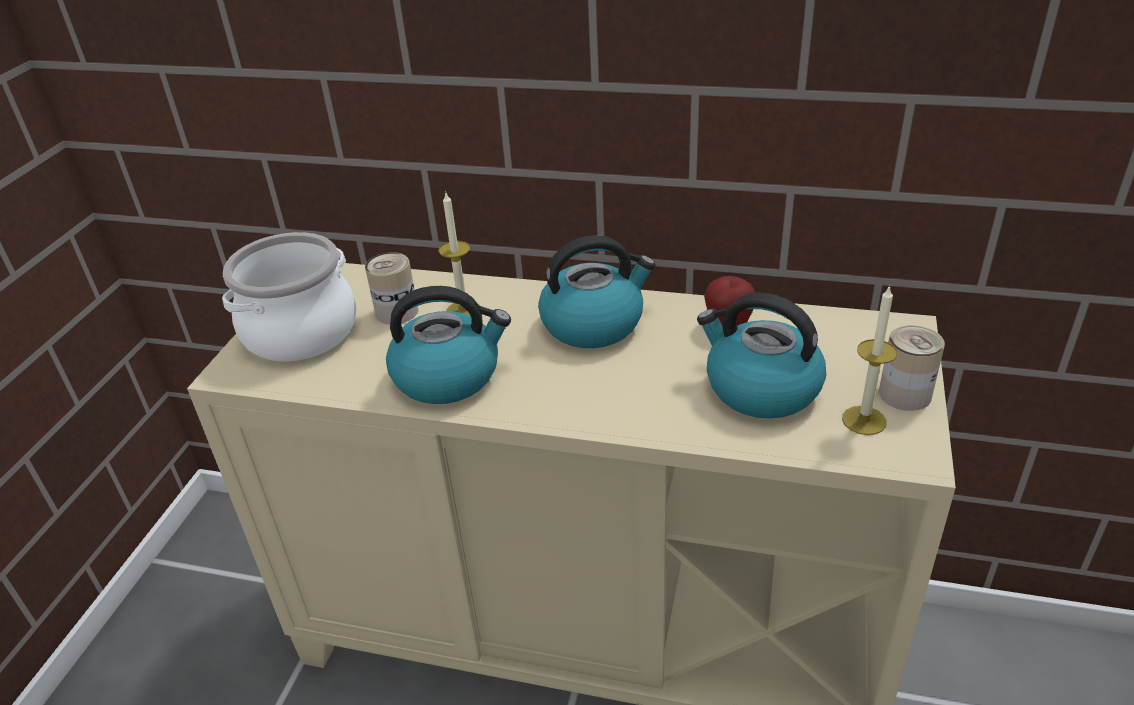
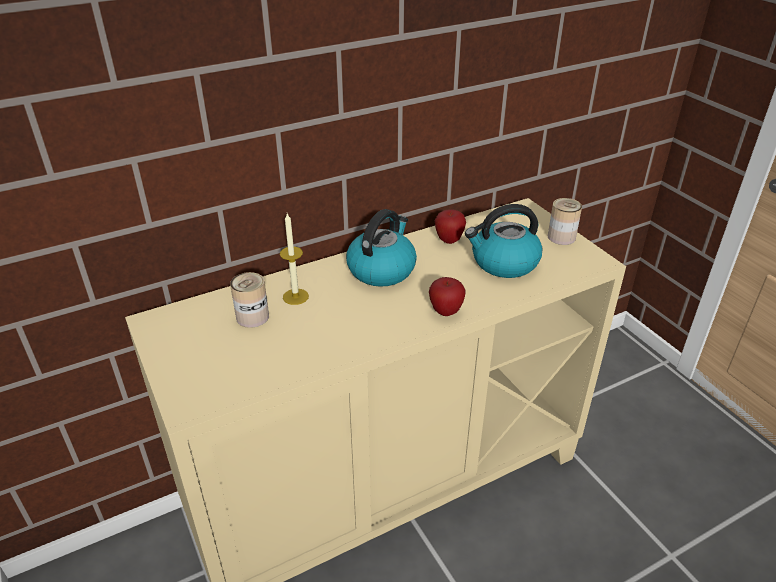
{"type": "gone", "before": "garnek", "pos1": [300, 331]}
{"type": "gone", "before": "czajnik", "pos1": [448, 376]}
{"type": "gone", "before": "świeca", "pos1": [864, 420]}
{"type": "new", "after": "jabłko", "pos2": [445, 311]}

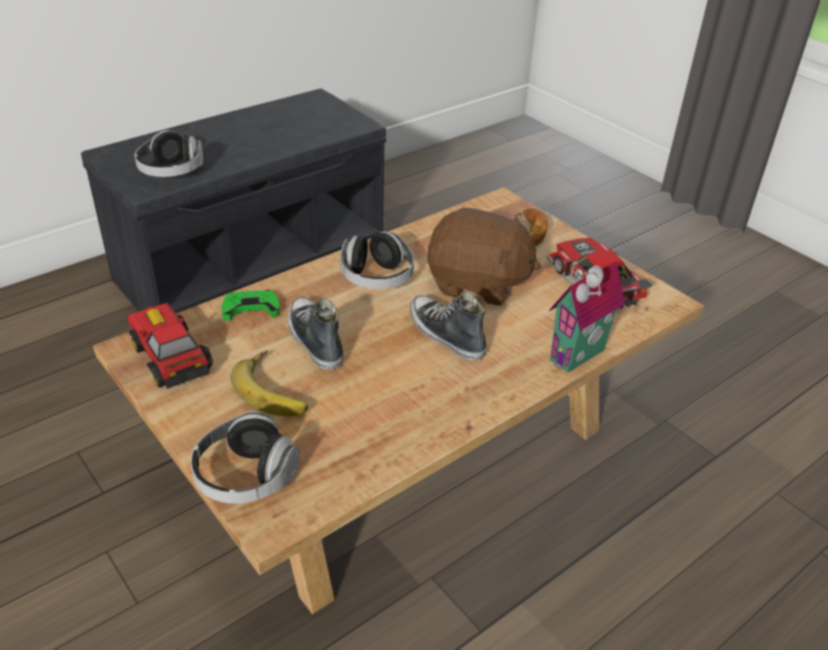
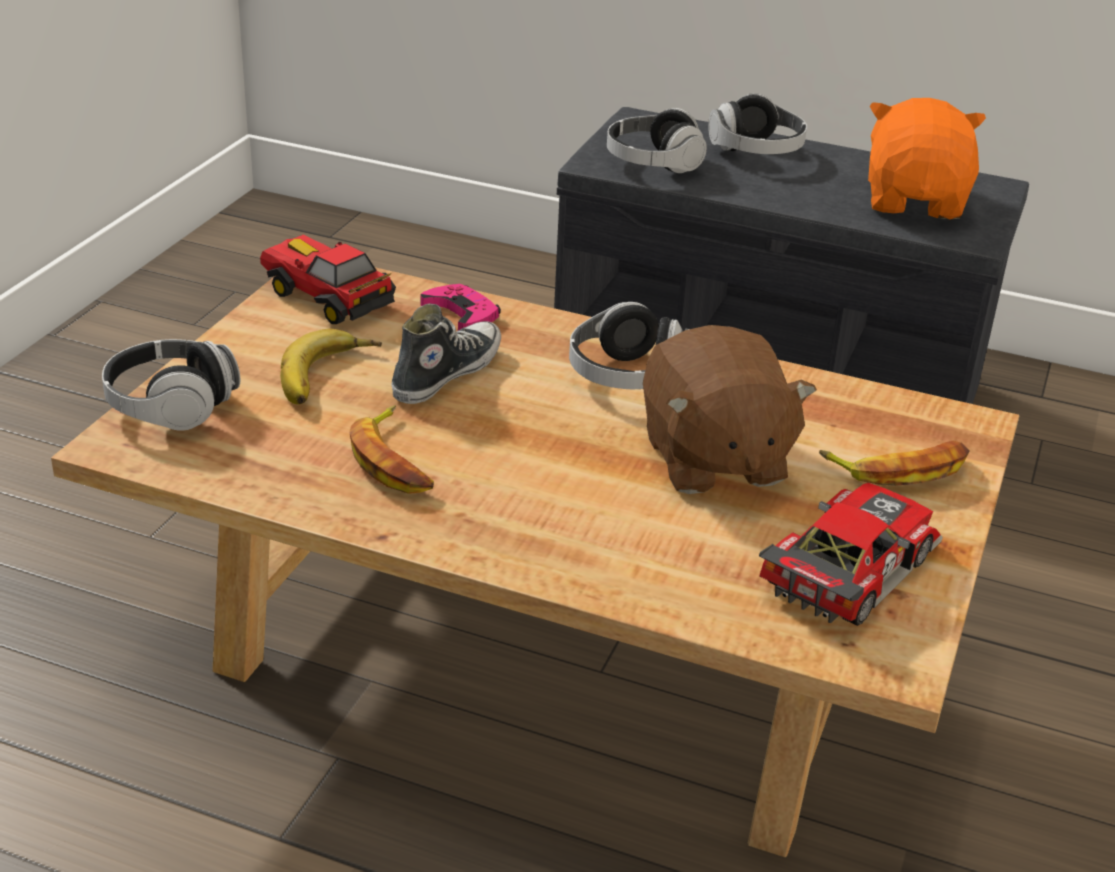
{"type": "rotated", "before": "samochodzik", "pos1": [169, 356], "pos2": [326, 296], "turn": -75}
{"type": "repainted", "before": "pad do gier [zielony]", "after": "pad do gier [różowy]", "pos1": [251, 309], "pos2": [462, 313]}
{"type": "gone", "before": "but", "pos1": [445, 335]}
{"type": "gone", "before": "domek", "pos1": [580, 357]}
{"type": "new", "after": "banan", "pos2": [394, 460]}
{"type": "new", "after": "słuchawki", "pos2": [756, 151]}
{"type": "new", "after": "pluszak [pomarańczowy]", "pos2": [916, 201]}

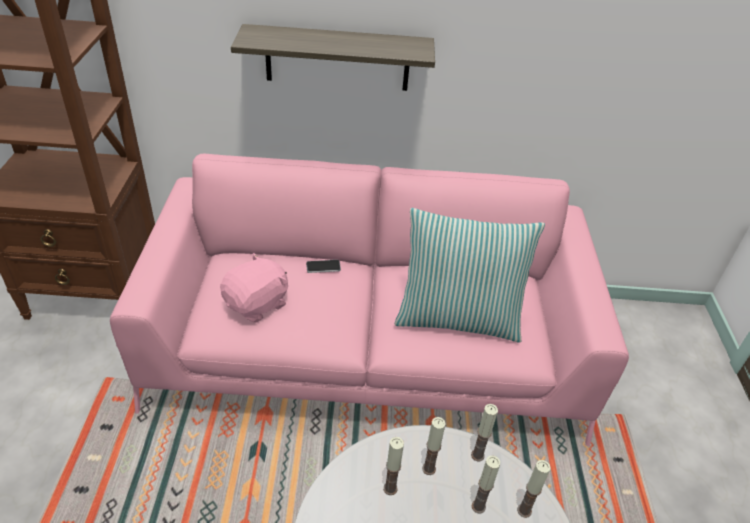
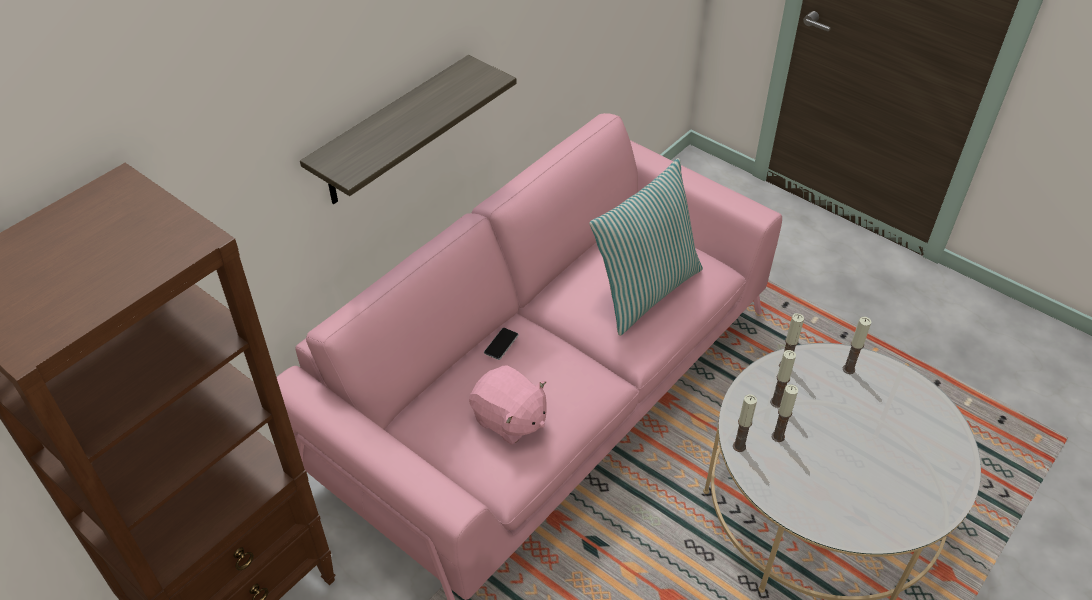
{"type": "rotated", "before": "pluszak [różowy]", "pos1": [257, 304], "pos2": [509, 420], "turn": 135}
{"type": "shifted", "before": "świeca", "pos1": [478, 506], "pos2": [739, 446]}

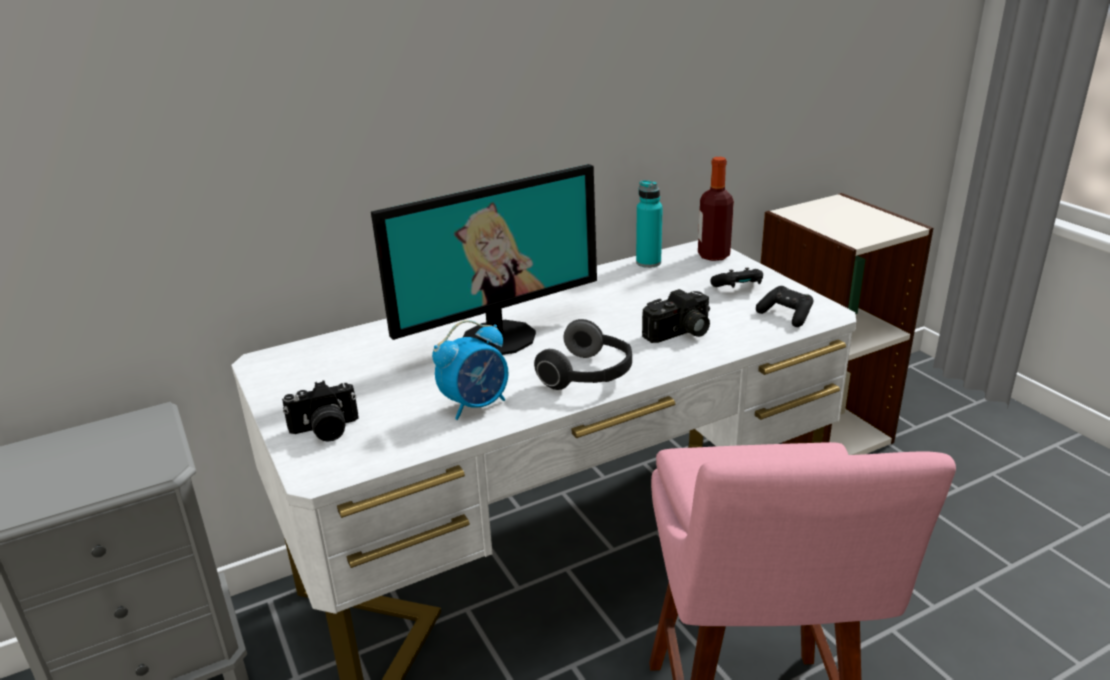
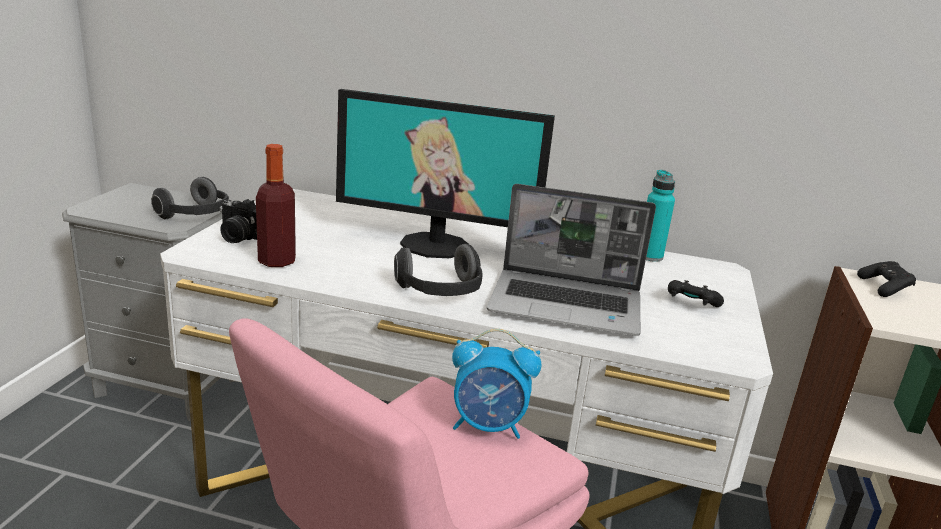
{"type": "shifted", "before": "budzik", "pos1": [476, 405], "pos2": [489, 426]}
{"type": "swapped", "before": "aparat fotograficzny", "after": "laptop", "pos1": [680, 333], "pos2": [568, 305]}
{"type": "shifted", "before": "butelka", "pos1": [713, 255], "pos2": [277, 261]}
{"type": "shifted", "before": "pad do gier [czarny]", "pos1": [786, 315], "pos2": [884, 288]}
{"type": "new", "after": "słuchawki", "pos2": [196, 215]}

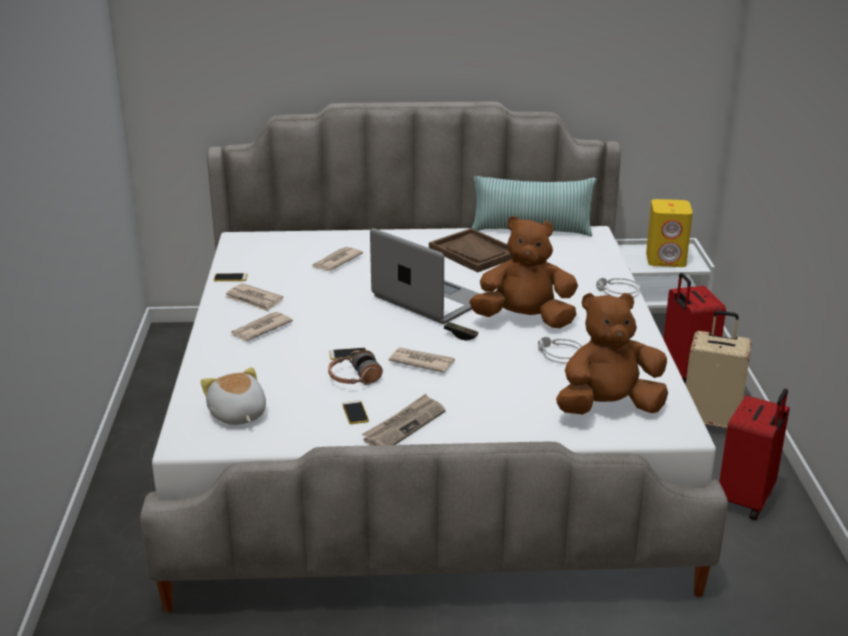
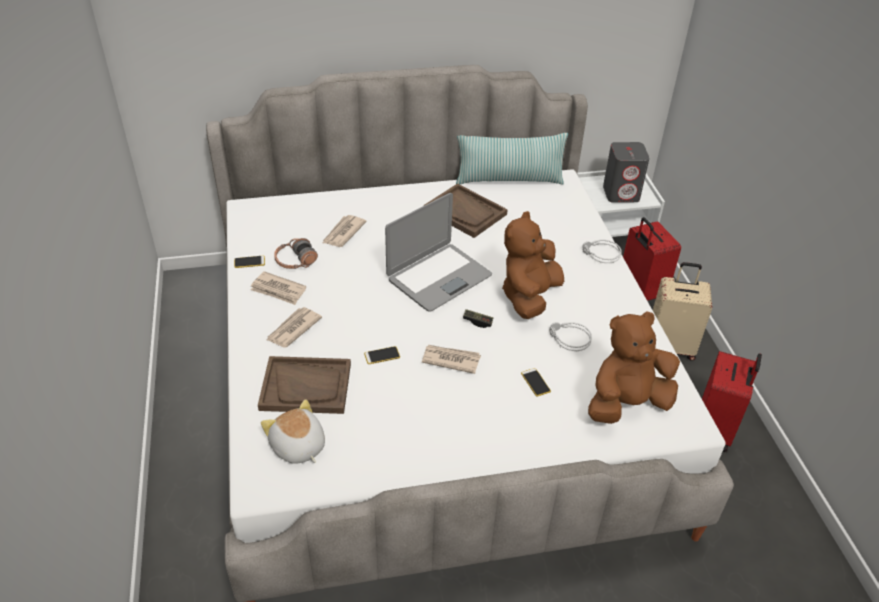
{"type": "shifted", "before": "słuchawki", "pos1": [354, 378], "pos2": [295, 261]}
{"type": "shifted", "before": "telefon", "pos1": [355, 413], "pos2": [535, 382]}
{"type": "gone", "before": "gazeta", "pos1": [404, 425]}
{"type": "rotated", "before": "laptop", "pos1": [428, 300], "pos2": [438, 277], "turn": 105}
{"type": "rotated", "before": "pluszak [brązowy]", "pos1": [524, 320], "pos2": [529, 296], "turn": -60}
{"type": "repainted", "before": "głośnik [żółty]", "after": "głośnik [szary]", "pos1": [666, 259], "pos2": [621, 193]}
{"type": "new", "after": "taca [brązowy]", "pos2": [306, 386]}

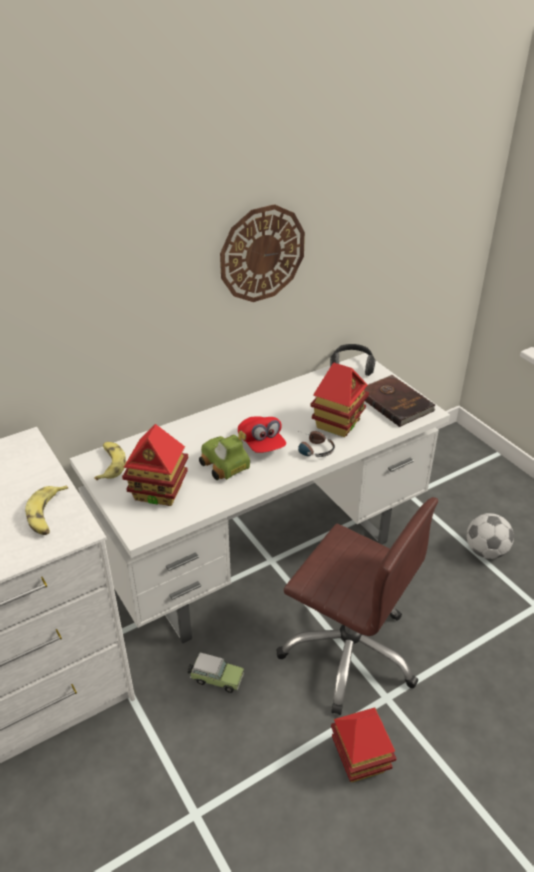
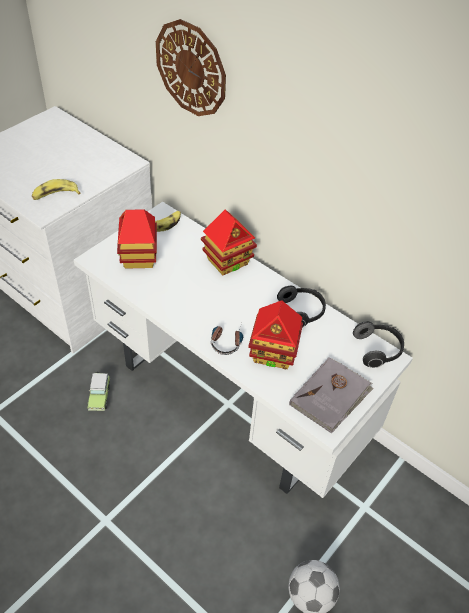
{"type": "gone", "before": "samochodzik", "pos1": [224, 466]}
{"type": "shifted", "before": "zegar ścienny", "pos1": [262, 254], "pos2": [191, 69]}
{"type": "gone", "before": "czapka z daszkiem [czerwony]", "pos1": [261, 444]}
{"type": "gone", "before": "krzesło biurowe [brązowy]", "pos1": [349, 651]}
{"type": "shifted", "before": "domek", "pos1": [360, 759], "pos2": [227, 261]}
{"type": "repainted", "before": "książka [brązowy]", "after": "książka [szary]", "pos1": [395, 402], "pos2": [331, 396]}
{"type": "new", "after": "słuchawki", "pos2": [301, 312]}

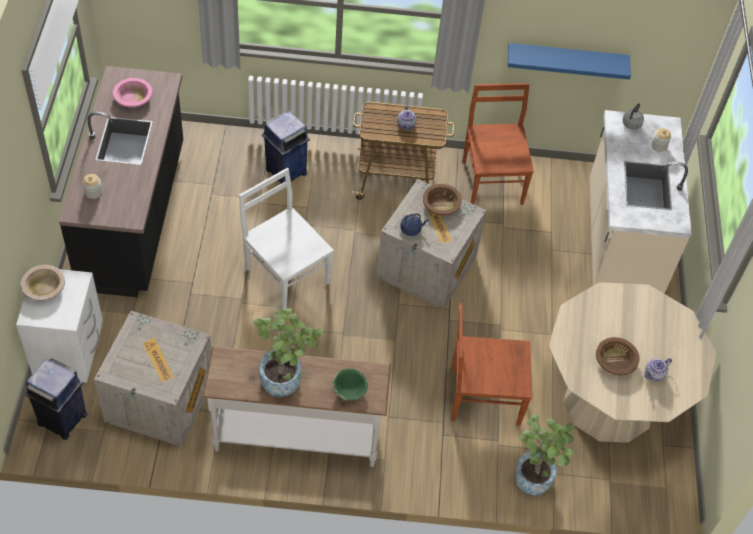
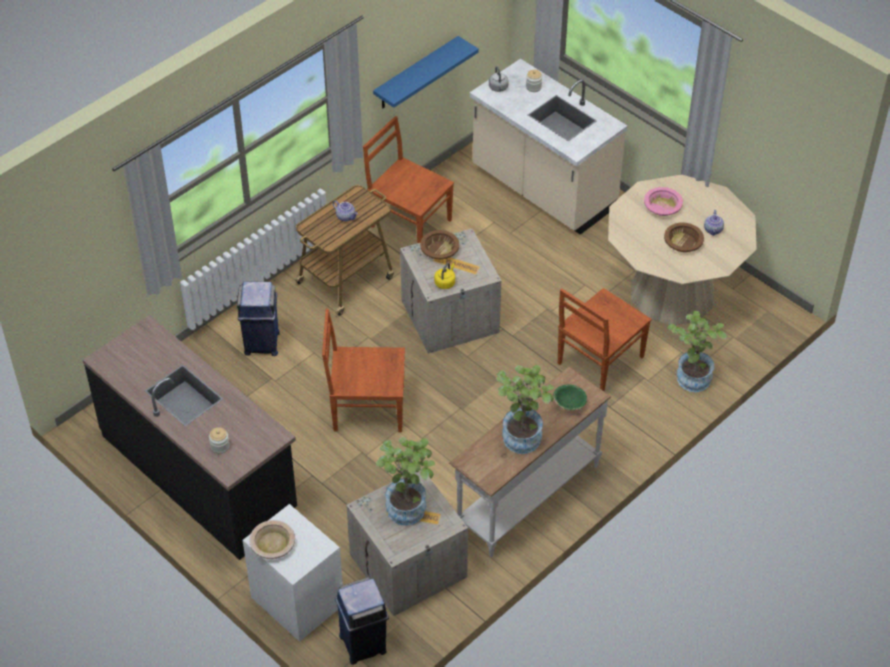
{"type": "shifted", "before": "miska [różowy]", "pos1": [133, 98], "pos2": [662, 206]}
{"type": "repainted", "before": "krzesło [biały]", "after": "krzesło [brązowy]", "pos1": [286, 274], "pos2": [366, 408]}
{"type": "repainted", "before": "czajnik [niebieski]", "after": "czajnik [żółty]", "pos1": [412, 229], "pos2": [445, 282]}
{"type": "new", "after": "roślina doniczkowa", "pos2": [407, 505]}

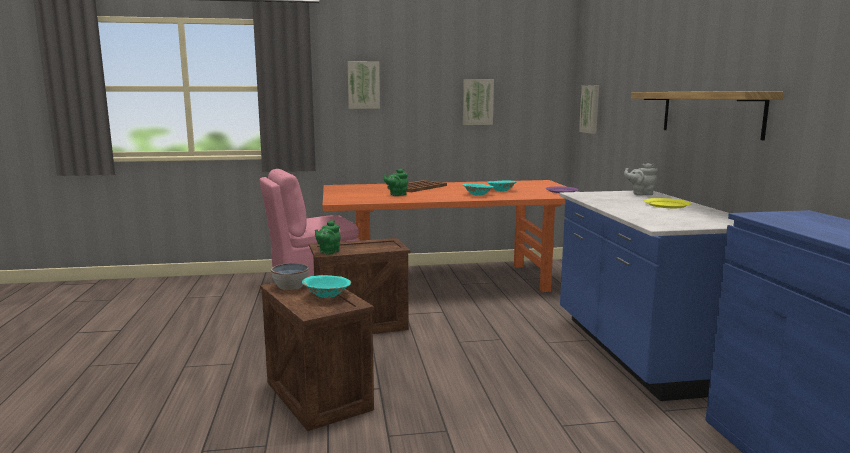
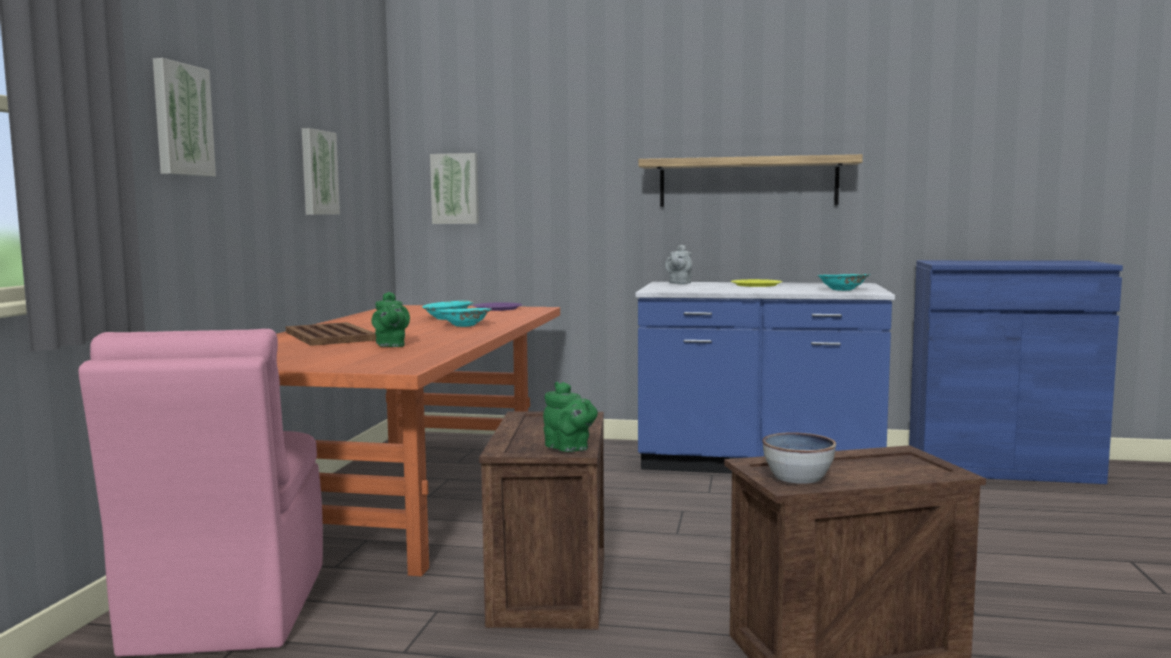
{"type": "shifted", "before": "miska [turkusowy]", "pos1": [327, 295], "pos2": [843, 290]}

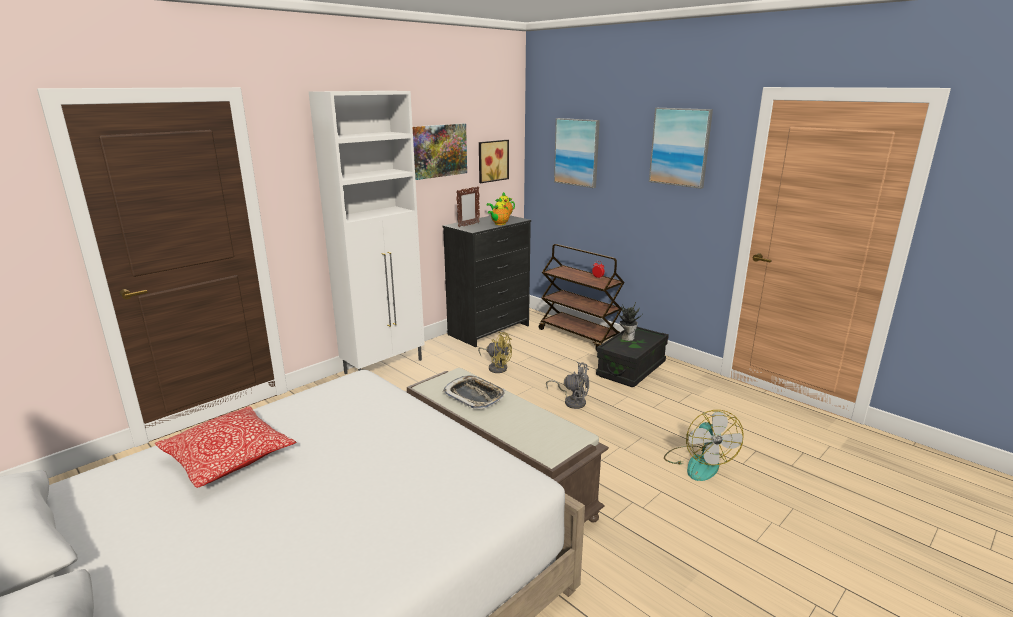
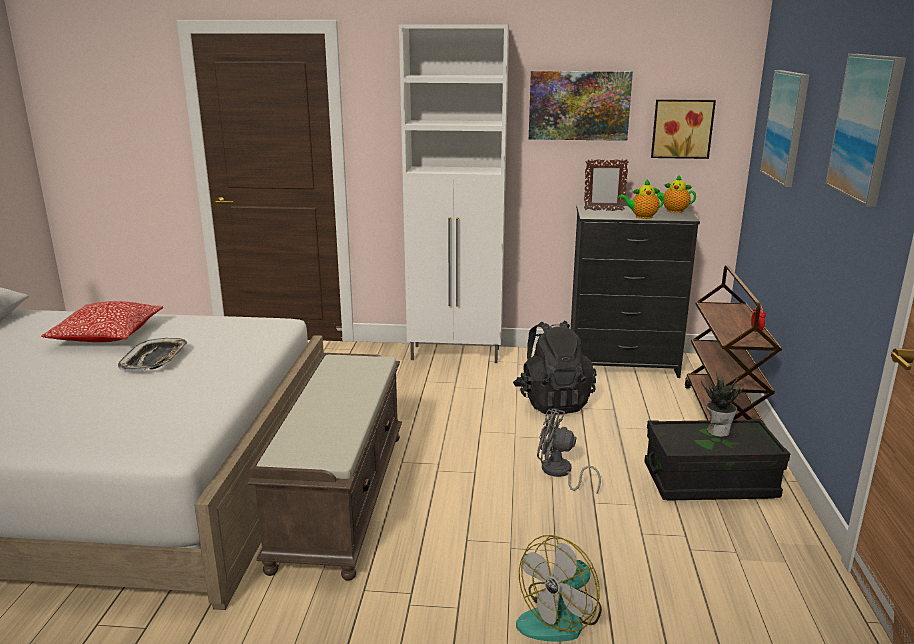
{"type": "shifted", "before": "taca", "pos1": [474, 396], "pos2": [155, 360]}
{"type": "swapped", "before": "wentylator [żółty]", "after": "plecak [czarny]", "pos1": [496, 367], "pos2": [552, 402]}
{"type": "rotated", "before": "wentylator [szary]", "pos1": [572, 401], "pos2": [559, 473], "turn": 135}

